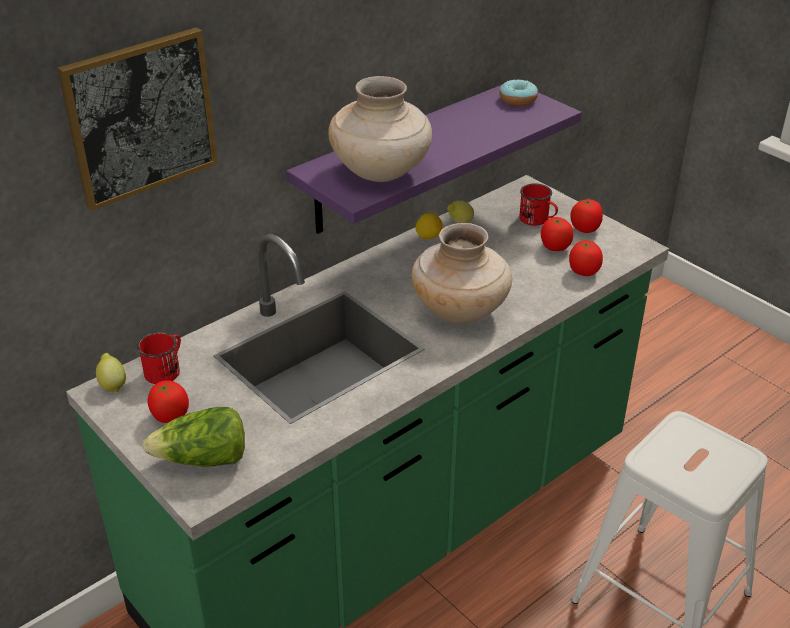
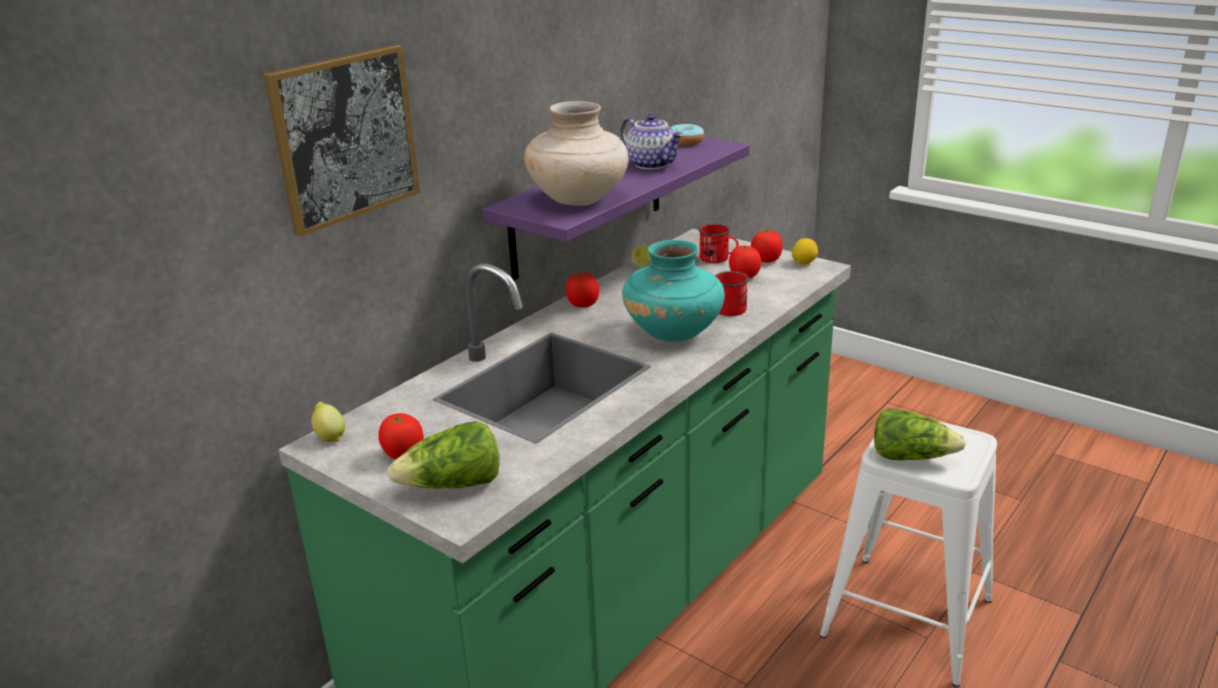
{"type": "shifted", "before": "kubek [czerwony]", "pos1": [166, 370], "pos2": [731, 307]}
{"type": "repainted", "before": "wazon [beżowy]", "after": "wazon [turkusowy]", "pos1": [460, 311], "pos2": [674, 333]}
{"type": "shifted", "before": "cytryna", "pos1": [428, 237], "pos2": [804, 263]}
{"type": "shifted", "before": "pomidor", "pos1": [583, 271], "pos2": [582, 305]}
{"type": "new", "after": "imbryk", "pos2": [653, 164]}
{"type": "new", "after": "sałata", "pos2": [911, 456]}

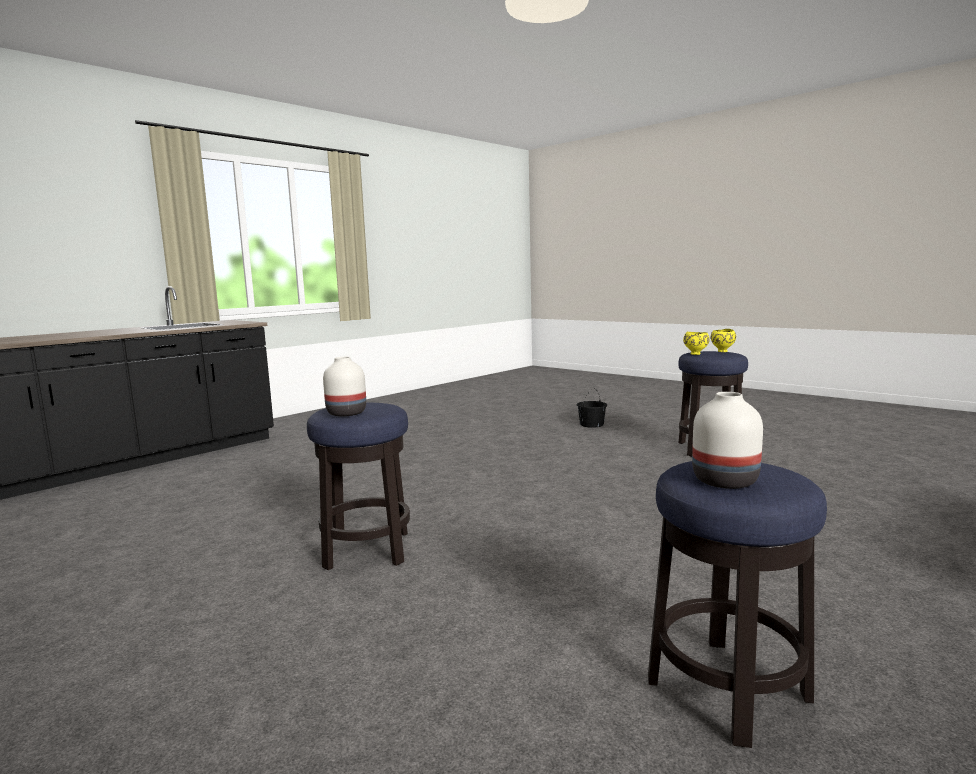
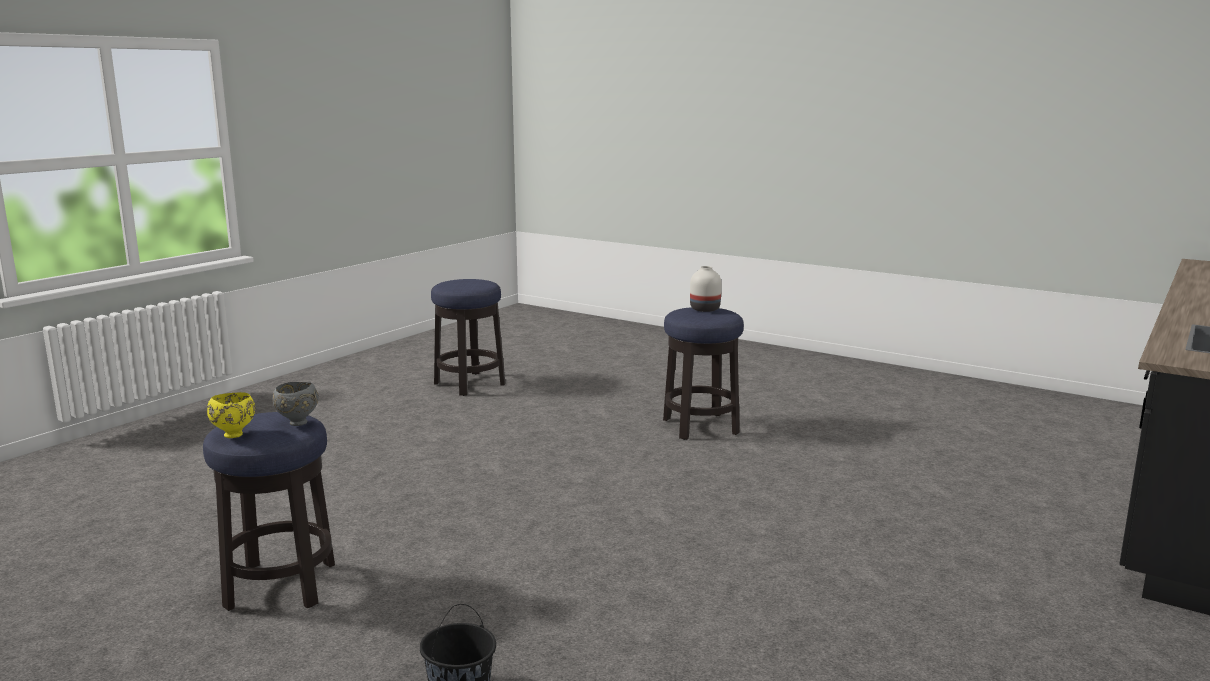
{"type": "repainted", "before": "miska [żółty]", "after": "miska [szary]", "pos1": [696, 354], "pos2": [297, 423]}
{"type": "gone", "before": "wazon [biały]", "pos1": [725, 480]}

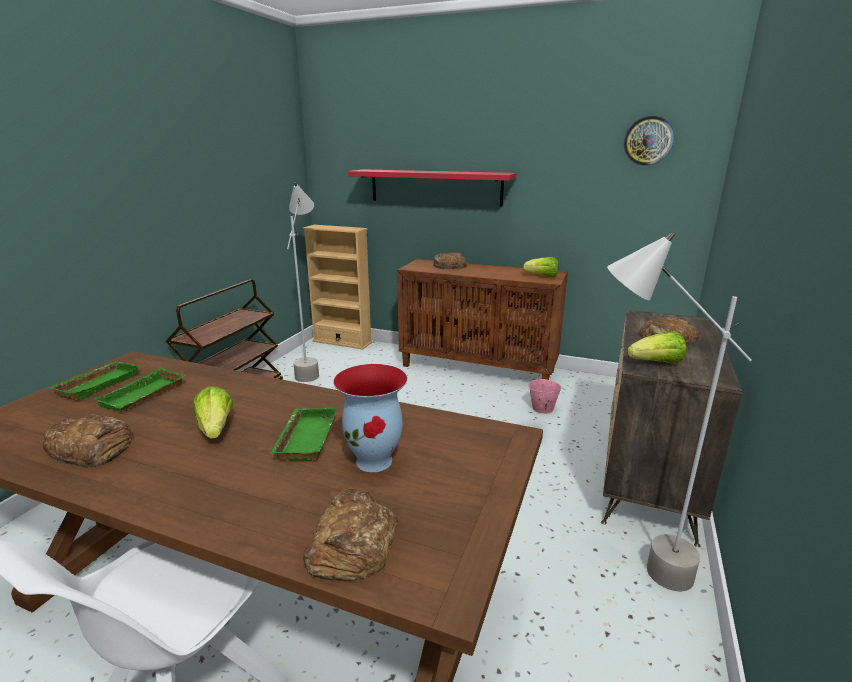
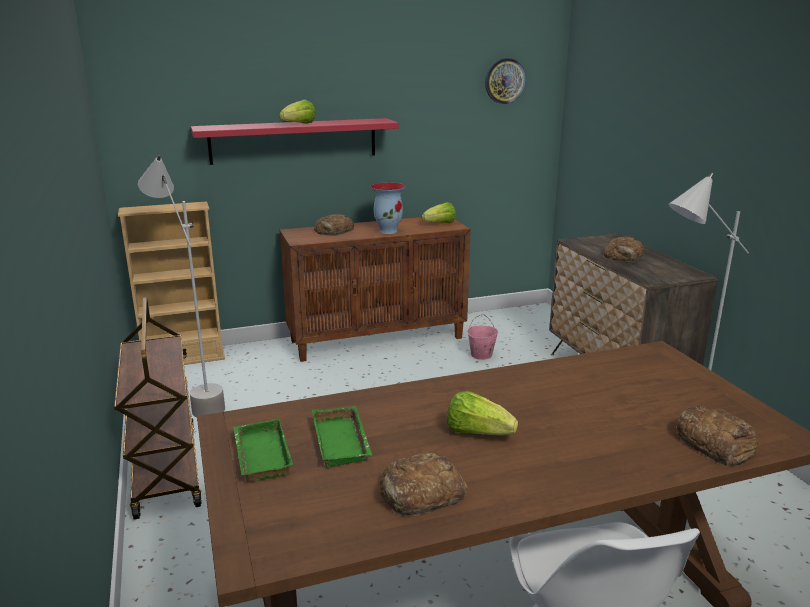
{"type": "gone", "before": "taca [zielony]", "pos1": [305, 438]}
{"type": "shifted", "before": "wazon", "pos1": [375, 461], "pos2": [388, 231]}
{"type": "shifted", "before": "sałata", "pos1": [657, 363], "pos2": [299, 124]}

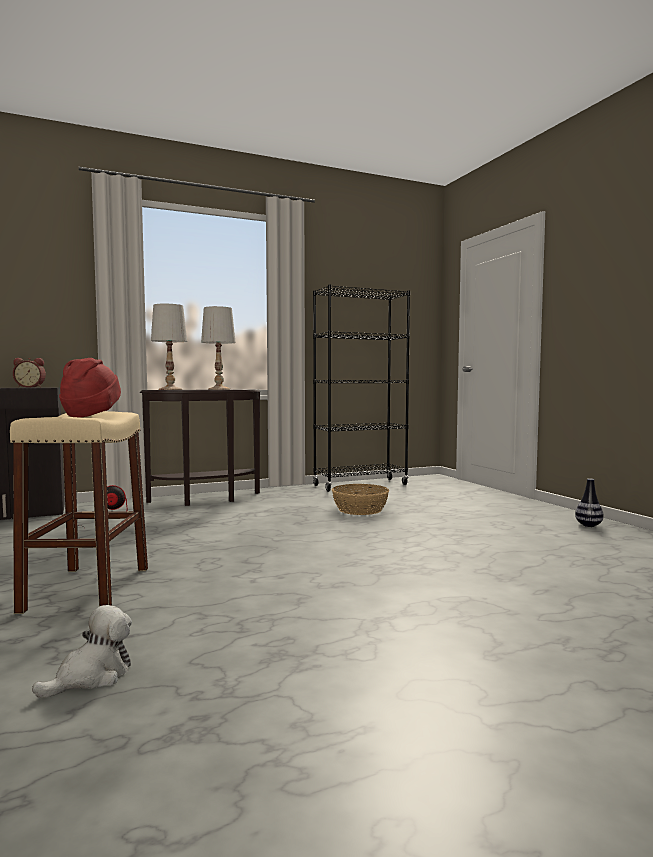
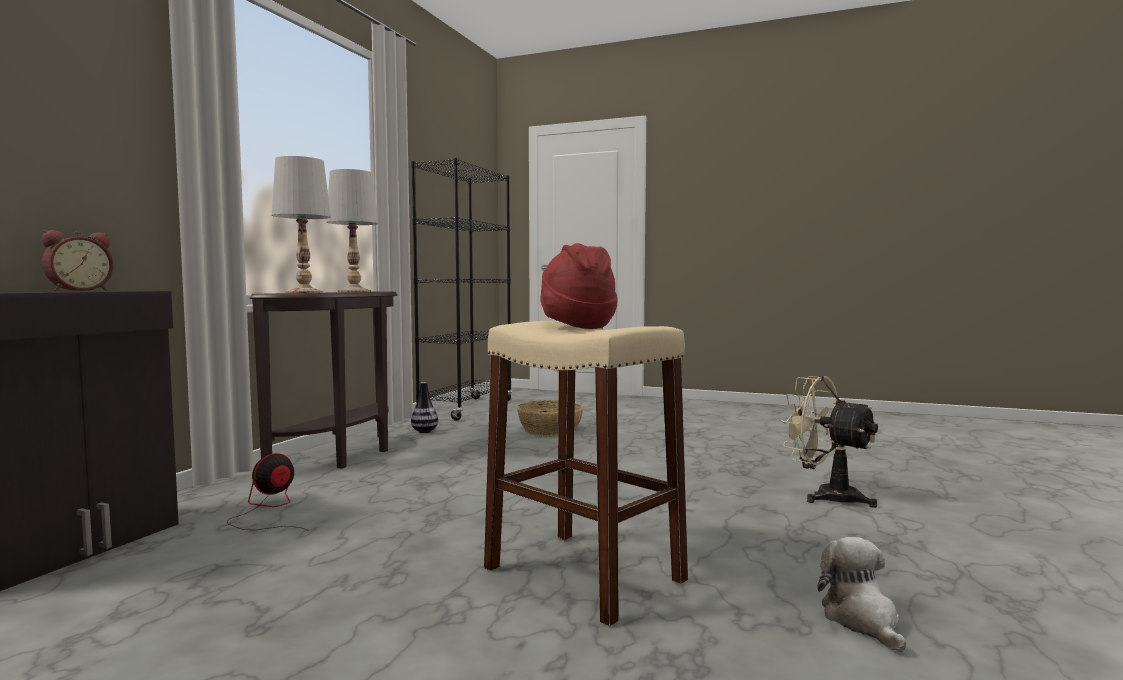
{"type": "shifted", "before": "wazon", "pos1": [588, 525], "pos2": [424, 431]}
{"type": "new", "after": "wentylator [beżowy]", "pos2": [826, 496]}

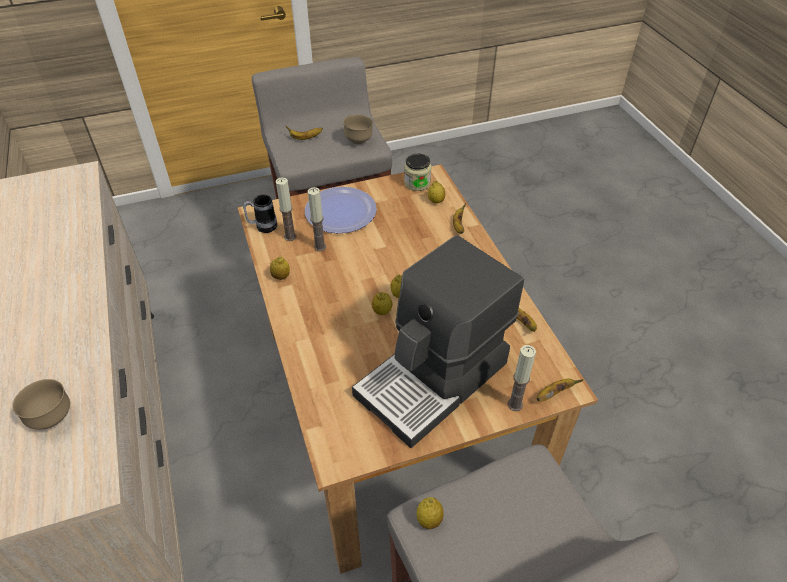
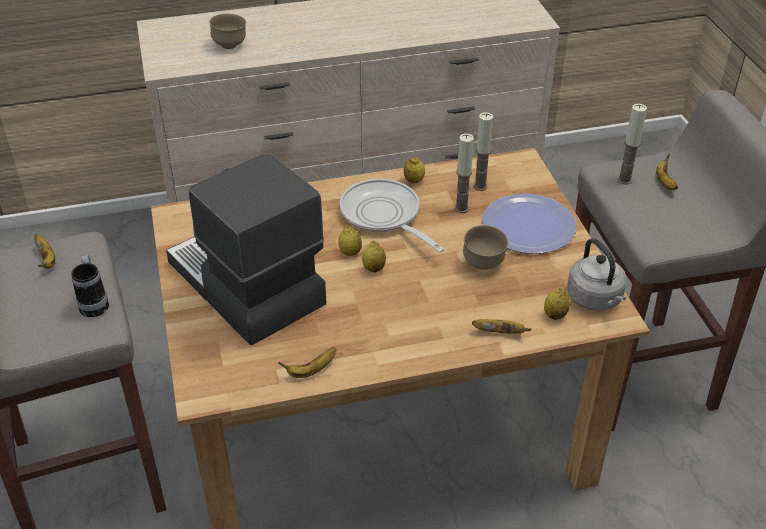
{"type": "shifted", "before": "kubek", "pos1": [262, 227], "pos2": [94, 303]}
{"type": "shifted", "before": "miska [brązowy]", "pos1": [359, 141], "pos2": [483, 265]}
{"type": "swapped", "before": "słoik", "after": "czajnik [szary]", "pos1": [417, 183], "pos2": [596, 299]}
{"type": "gone", "before": "cytryna", "pos1": [429, 520]}
{"type": "shifted", "before": "świeca", "pos1": [515, 404], "pos2": [624, 180]}
{"type": "shifted", "before": "banan", "pos1": [554, 393], "pos2": [47, 259]}
{"type": "new", "after": "patelnia", "pos2": [384, 216]}

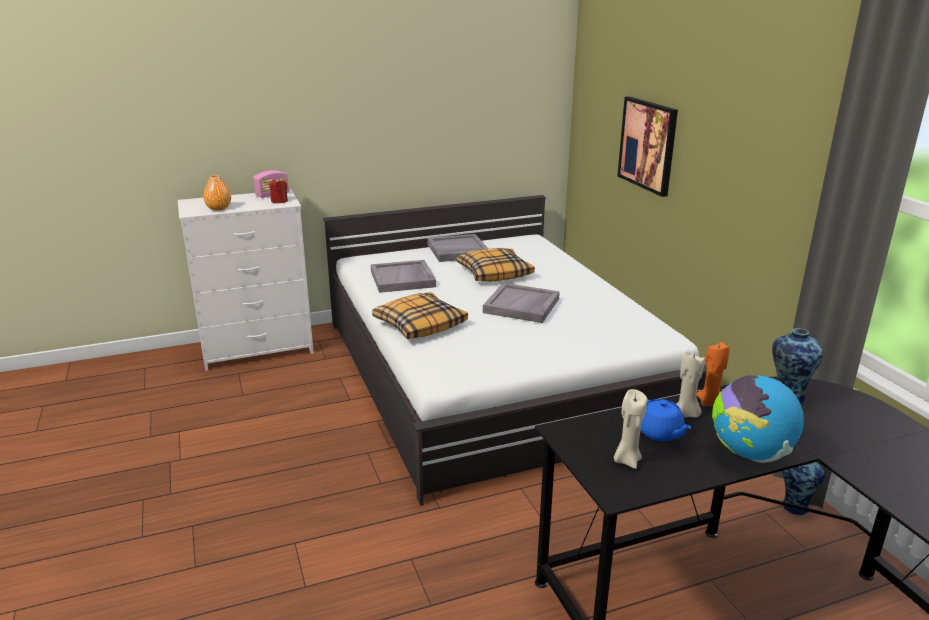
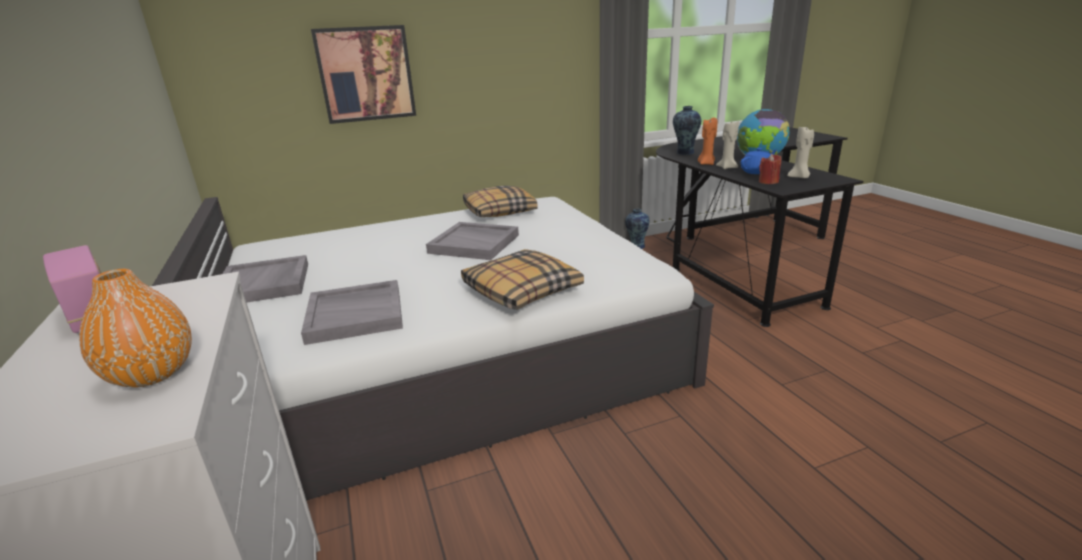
{"type": "shifted", "before": "świeca [czerwony]", "pos1": [279, 201], "pos2": [768, 182]}
{"type": "shifted", "before": "poduszka", "pos1": [494, 273], "pos2": [499, 211]}

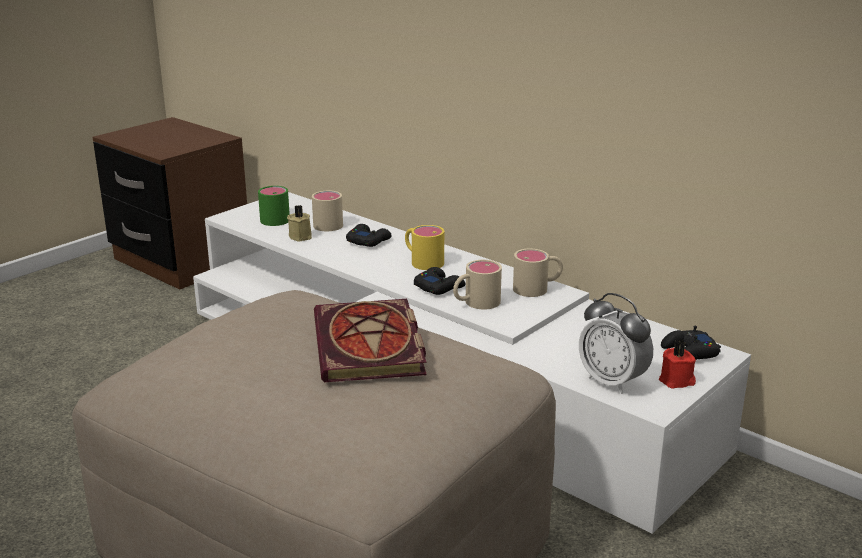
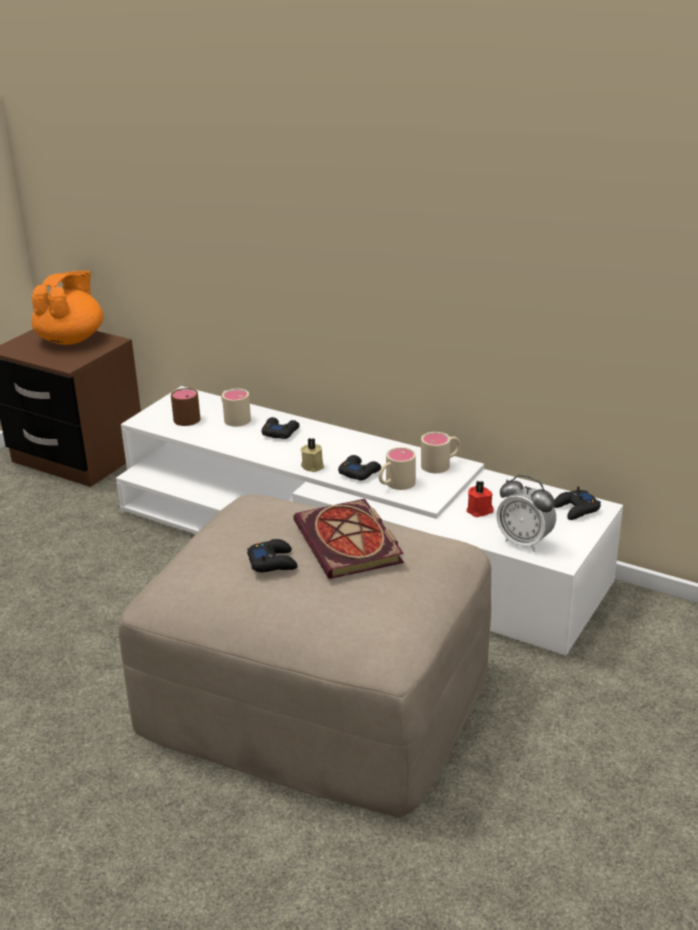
{"type": "repainted", "before": "kubek [zielony]", "after": "kubek [brązowy]", "pos1": [276, 218], "pos2": [186, 416]}
{"type": "shifted", "before": "świeca [beżowy]", "pos1": [301, 236], "pos2": [313, 465]}
{"type": "gone", "before": "kubek [żółty]", "pos1": [422, 261]}
{"type": "shifted", "before": "świeca [czerwony]", "pos1": [677, 381], "pos2": [480, 511]}
{"type": "new", "after": "imbryk [pomarańczowy]", "pos2": [71, 339]}
{"type": "new", "after": "pad do gier [czarny]", "pos2": [273, 562]}

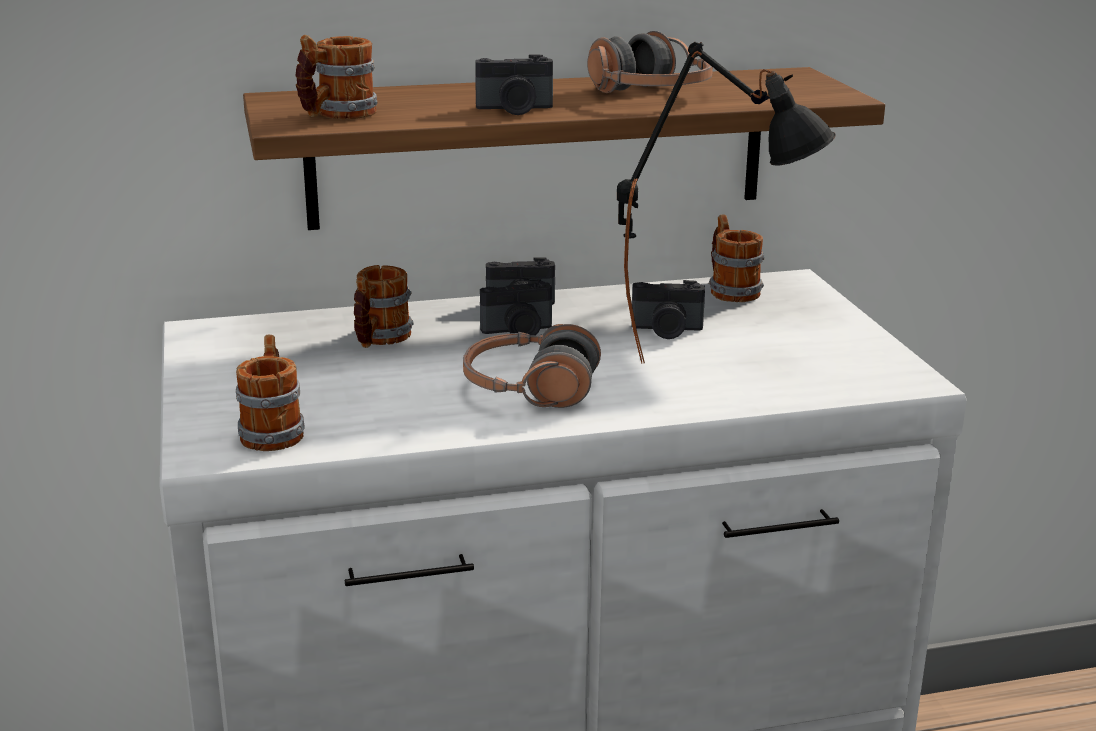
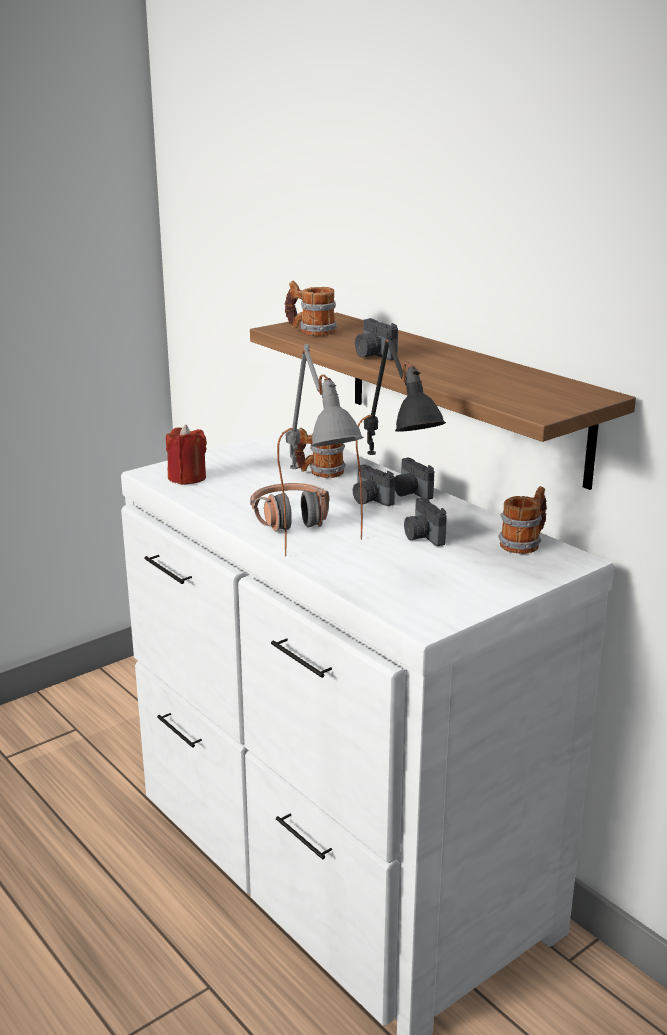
{"type": "swapped", "before": "kubek", "after": "świeca [czerwony]", "pos1": [273, 430], "pos2": [187, 478]}
{"type": "gone", "before": "słuchawki", "pos1": [649, 94]}
{"type": "new", "after": "lampa stołowa [szary]", "pos2": [318, 574]}

